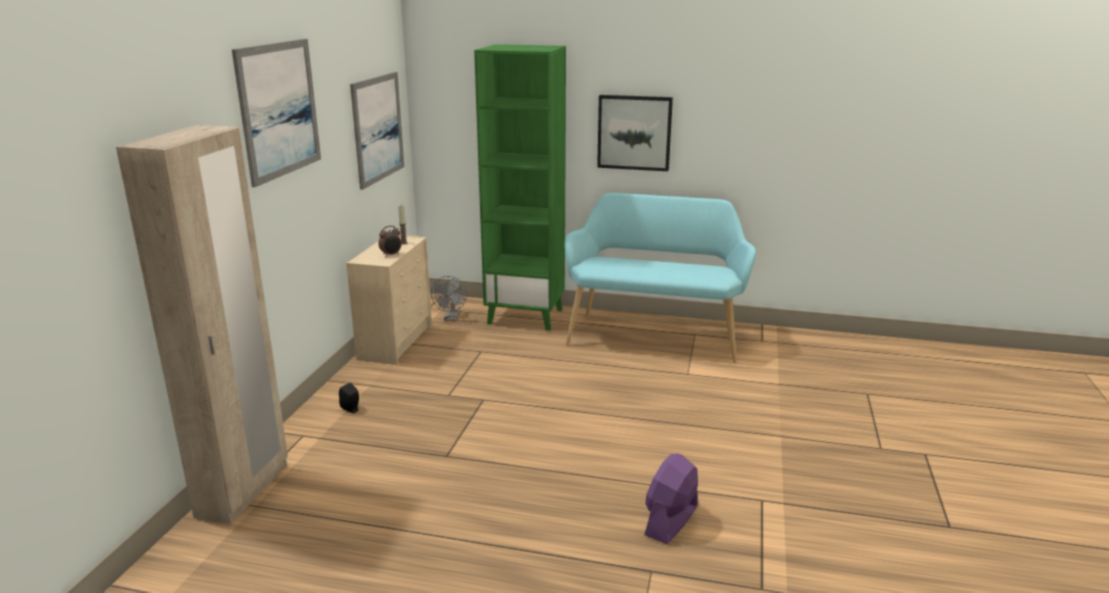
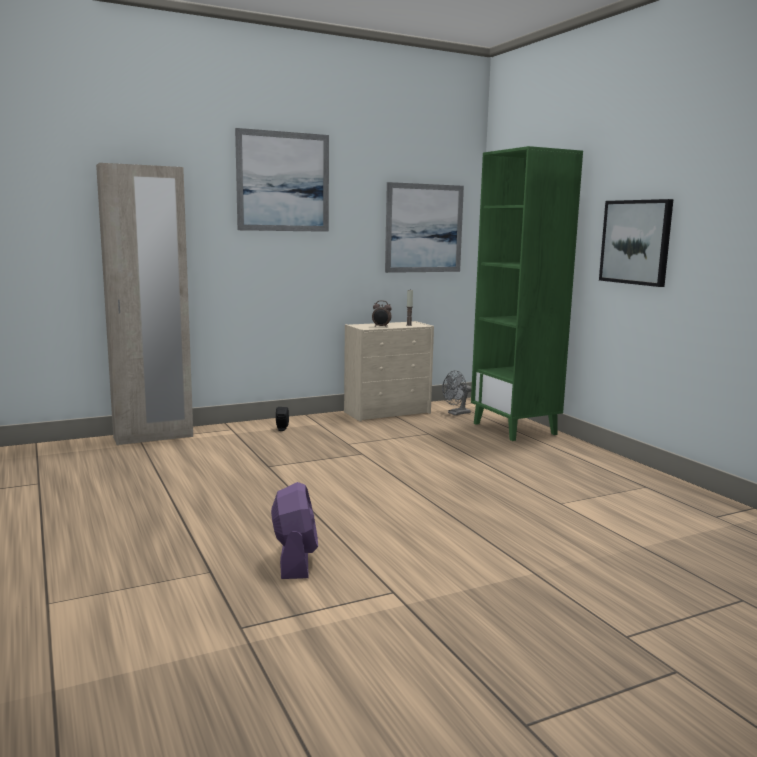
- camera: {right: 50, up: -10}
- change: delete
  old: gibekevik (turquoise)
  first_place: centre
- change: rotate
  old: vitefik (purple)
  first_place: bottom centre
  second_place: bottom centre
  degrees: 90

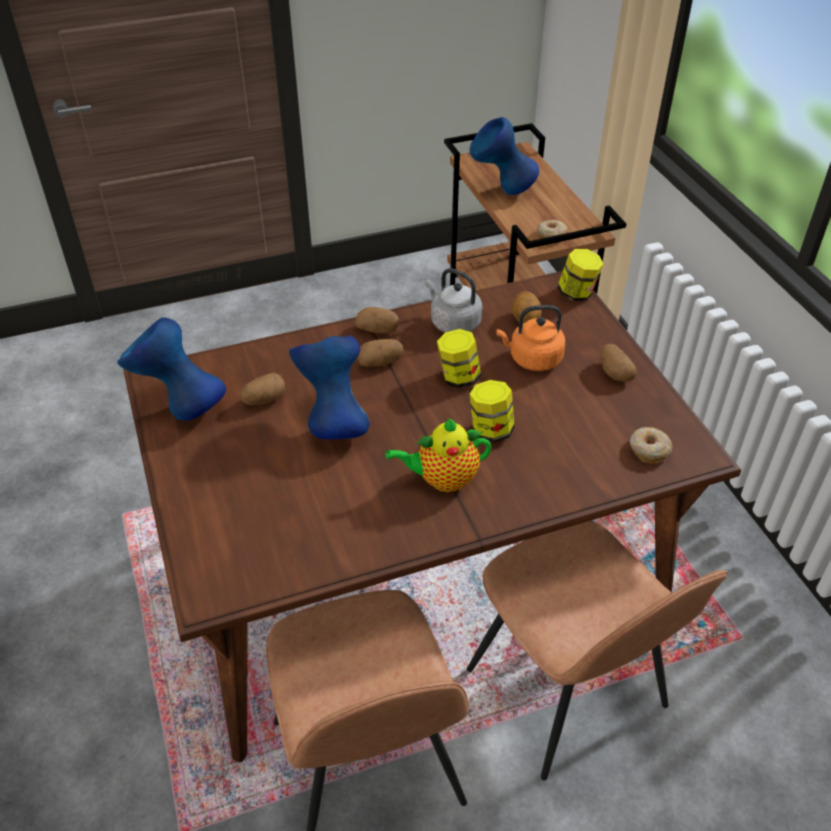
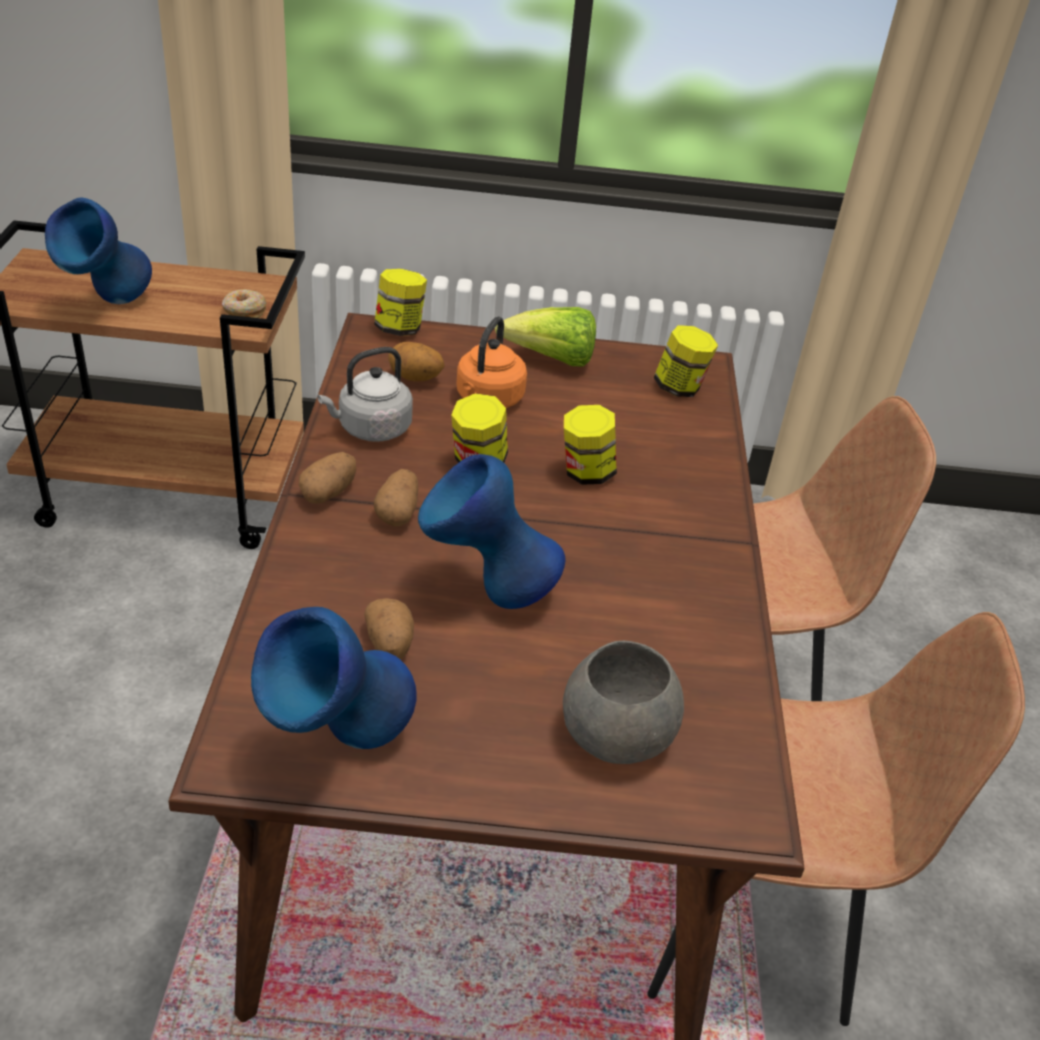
- camera: {right: -70, up: -5}
- change: delete
  old: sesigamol
  first_place: centre
- change: replace
  old: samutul (5th from left)
  new: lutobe
  first_place: middle right
  second_place: top centre
- change: replace
  old: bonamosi (2nd from left)
  new: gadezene (4th from left)
  first_place: middle right
  second_place: centre
- change: insert
  new: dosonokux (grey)
  second_place: bottom centre

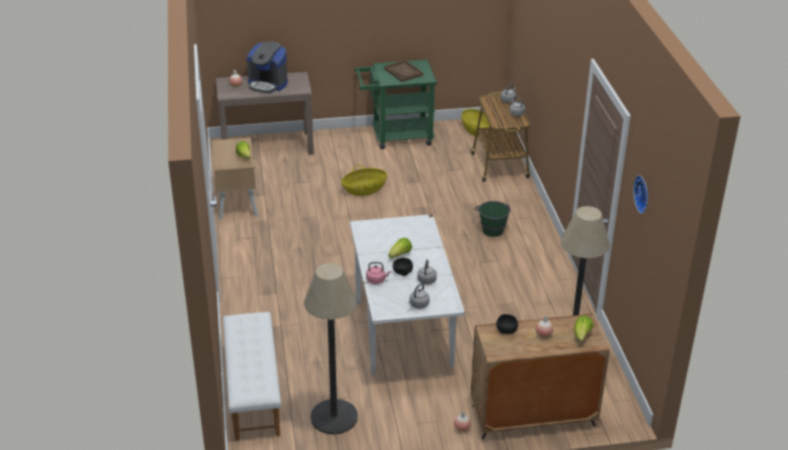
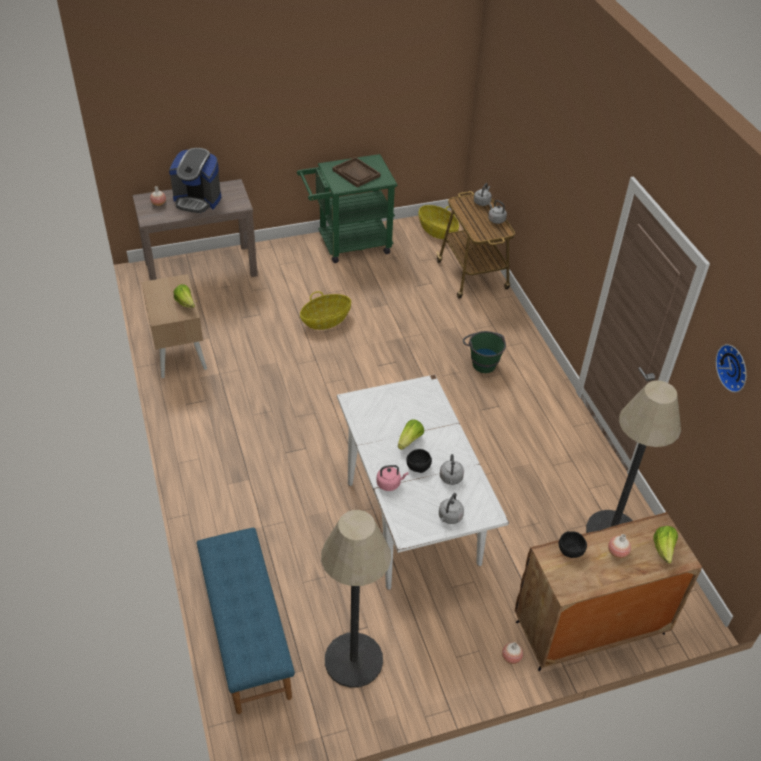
- camera: {right: -10, up: 10}
- change: recolor
  old: gibekevik (white)
  new: gibekevik (blue)
  first_place: bottom left
  second_place: bottom left

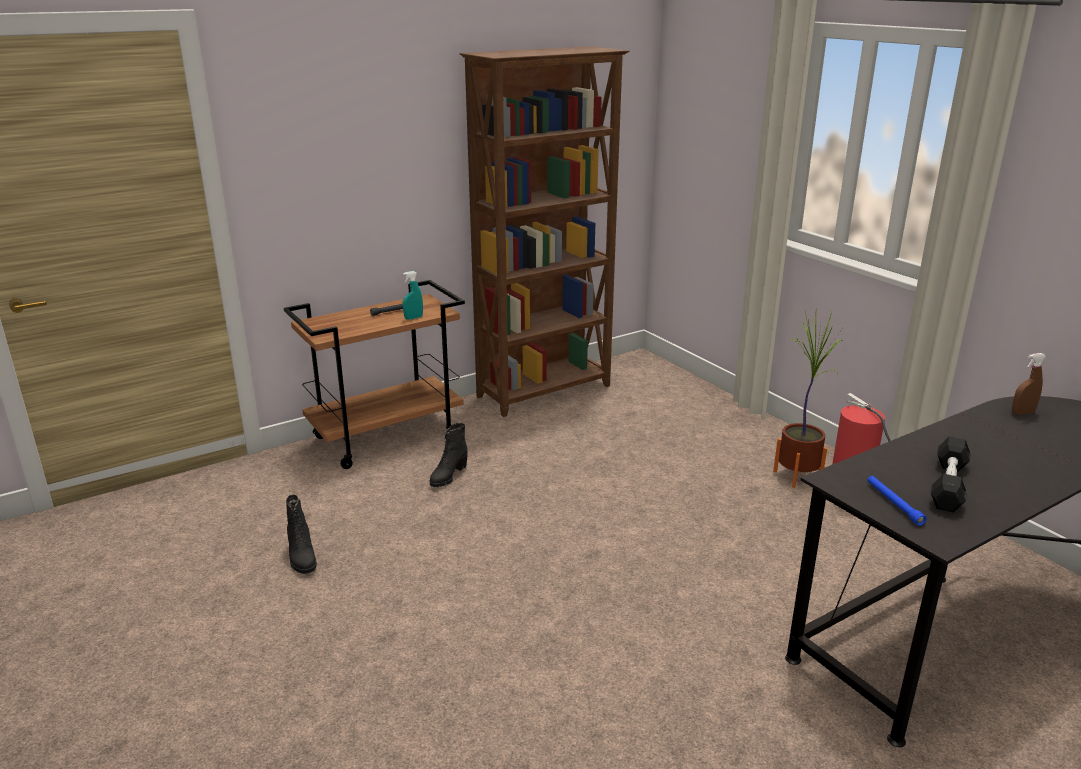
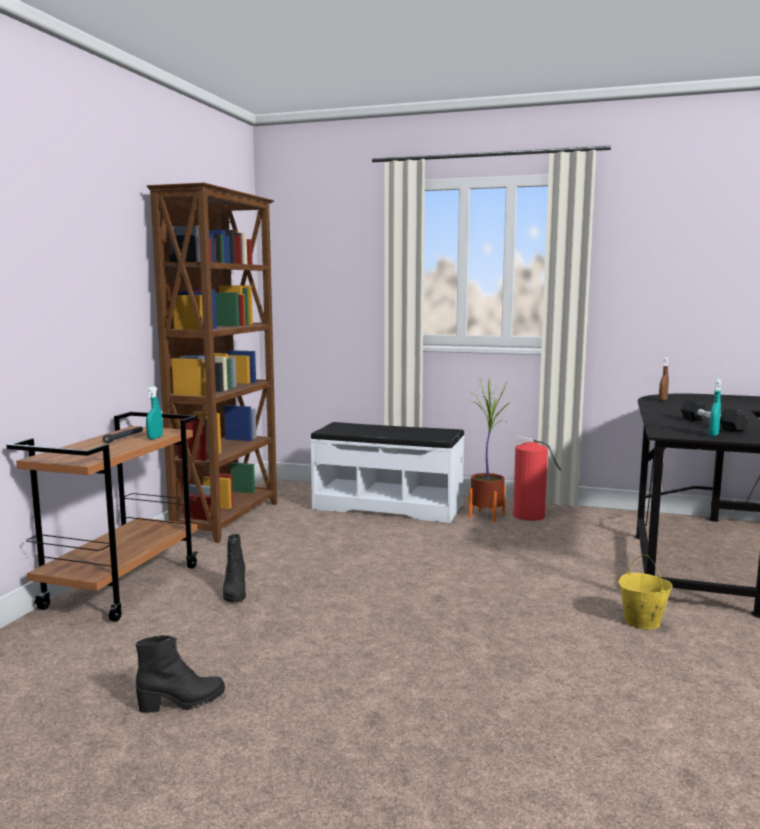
- camera: {right: -40, up: -15}
- change: rotate
  old: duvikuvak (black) (1st from left)
  first_place: bottom left
  second_place: bottom left
  degrees: -45
- change: replace
  old: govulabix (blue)
  new: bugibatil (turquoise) (2nd from left)
  first_place: middle right
  second_place: middle right
- change: insert
  new: gibekevik (white)
  second_place: centre
- change: insert
  new: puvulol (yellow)
  second_place: bottom right

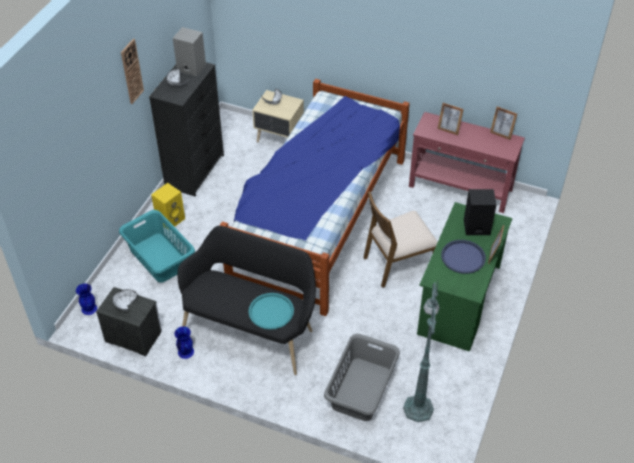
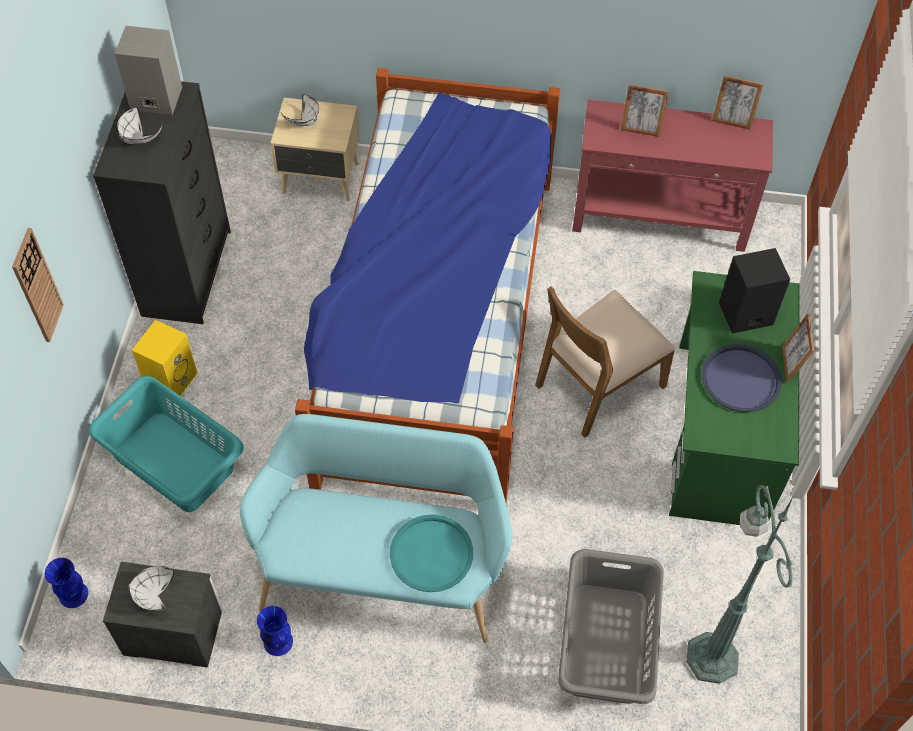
- camera: {right: -15, up: 10}
- change: move
  old: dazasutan
  first_place: top left
  second_place: middle left
- change: recolor
  old: gibekevik (black)
  new: gibekevik (turquoise)
  first_place: centre
  second_place: bottom centre

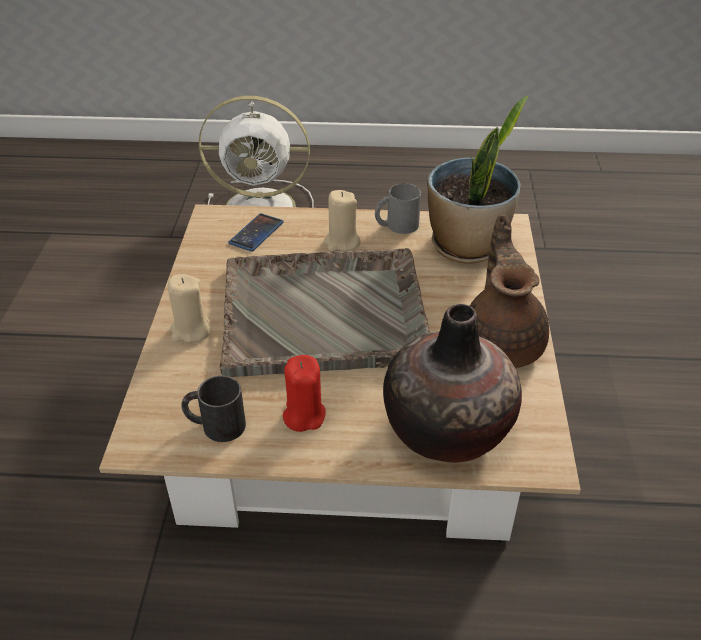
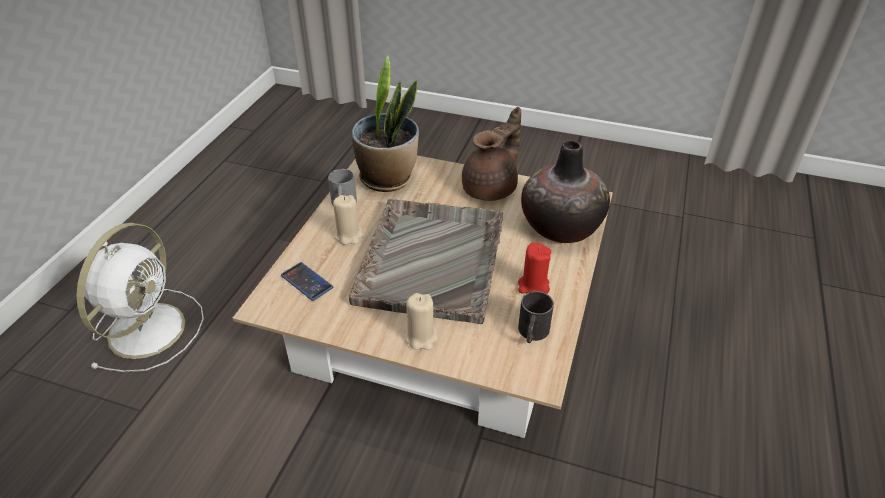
- camera: {right: -75, up: 0}
- change: rotate
  old: sesigamol (brown)
  first_place: middle right
  second_place: top centre
  degrees: 120

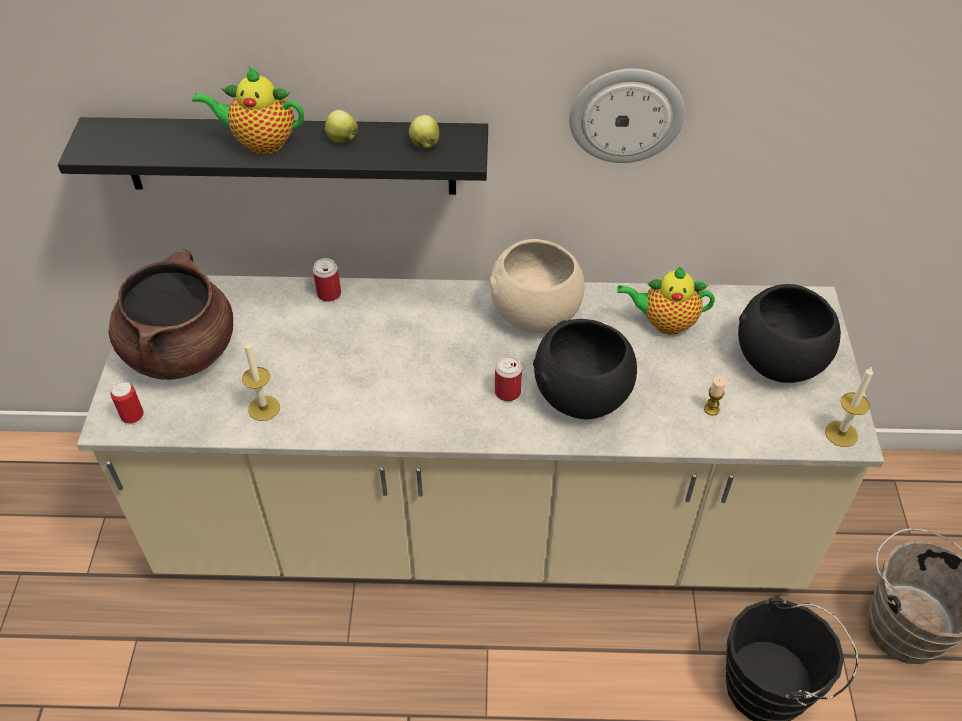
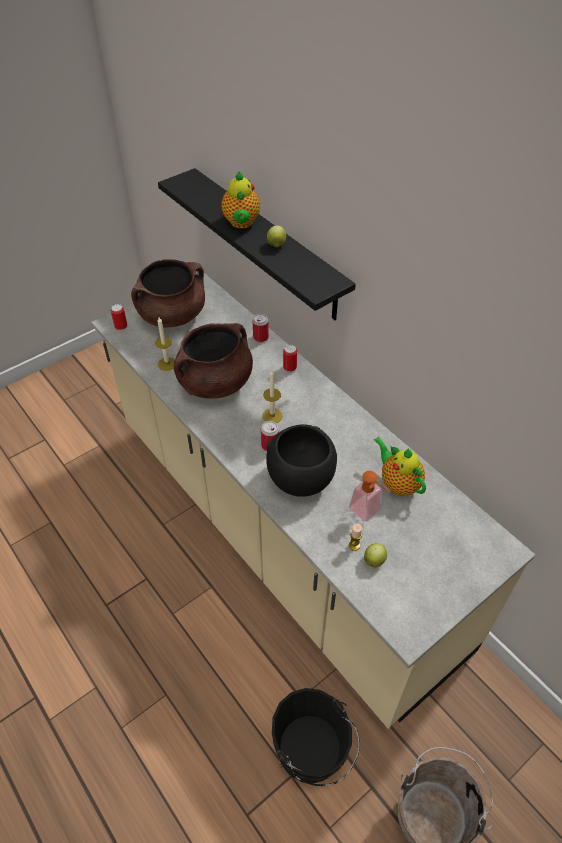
- camera: {right: 50, up: 0}
- change: rotate
  old: sesigamol (1st from left)
  first_place: top left
  second_place: top centre
  degrees: -150
- change: move
  old: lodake (2nd from left)
  first_place: top centre
  second_place: middle right
- change: delete
  old: dosonokux (beige)
  first_place: centre
- change: delete
  old: dazasutan
  first_place: top centre
- change: delete
  old: dosonokux (black) (2nd from left)
  first_place: middle right
- change: move
  old: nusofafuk (3rd from left in the first image)
  new: nusofafuk (2nd from left)
  first_place: middle right
  second_place: centre
- change: insert
  new: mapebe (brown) (2nd from left)
  second_place: centre
- change: insert
  new: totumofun (4th from left)
  second_place: centre
- change: insert
  new: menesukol
  second_place: centre

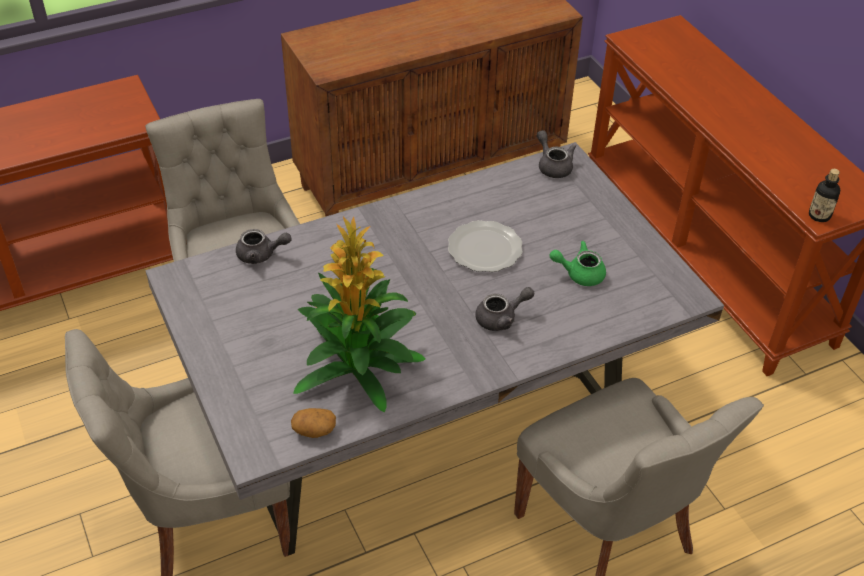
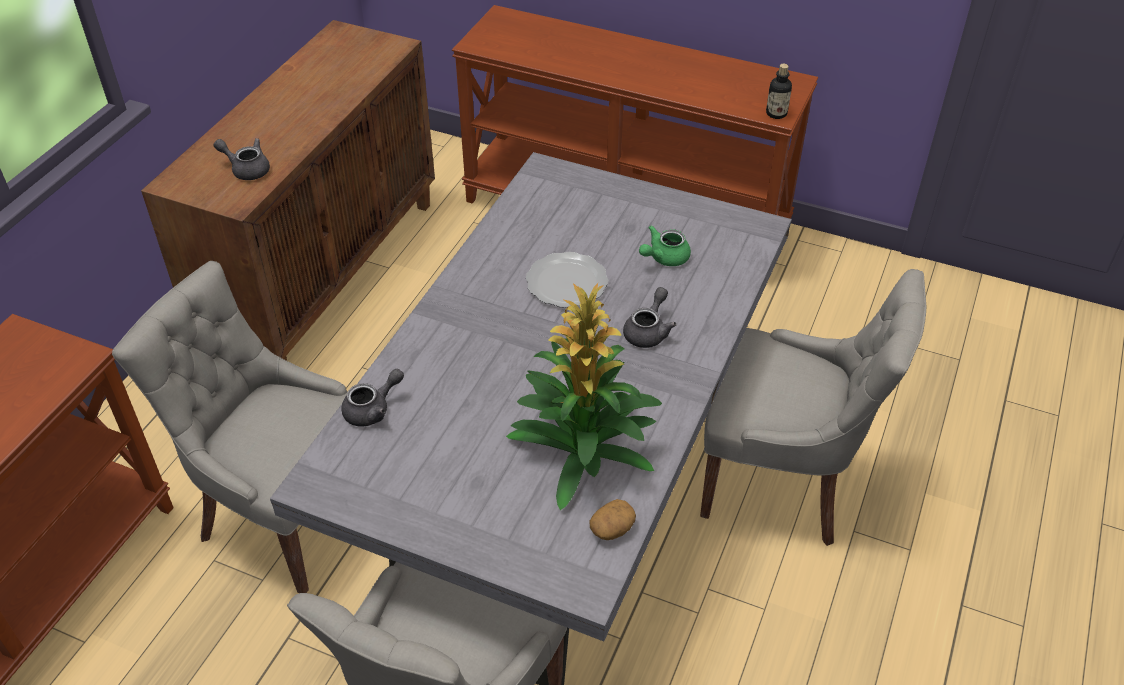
- camera: {right: -40, up: 0}
- change: move
  old: sesigamol (grey) (3rd from left in the first image)
  new: sesigamol (grey) (1st from left)
  first_place: top centre
  second_place: top left

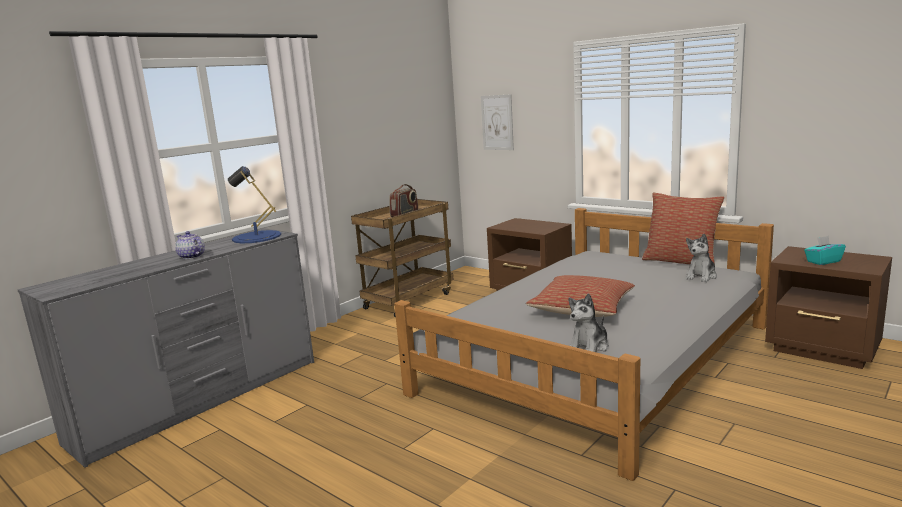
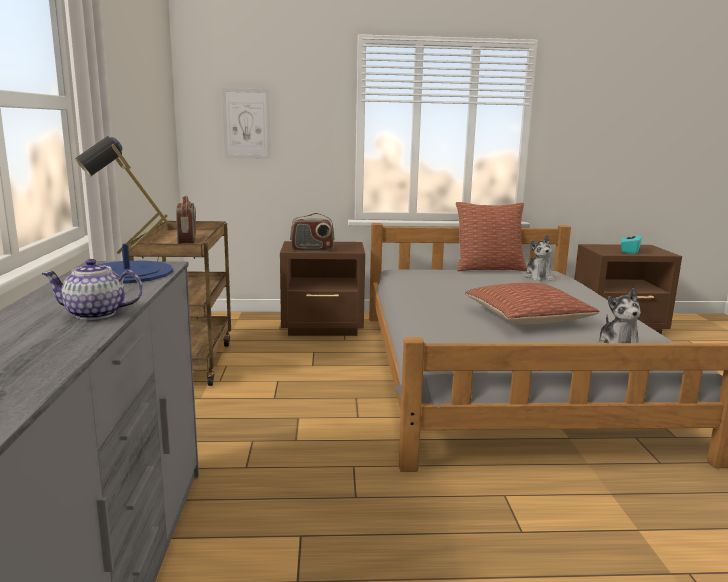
- camera: {right: -45, up: 0}
- change: insert
  new: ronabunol (2nd from left)
  second_place: centre

